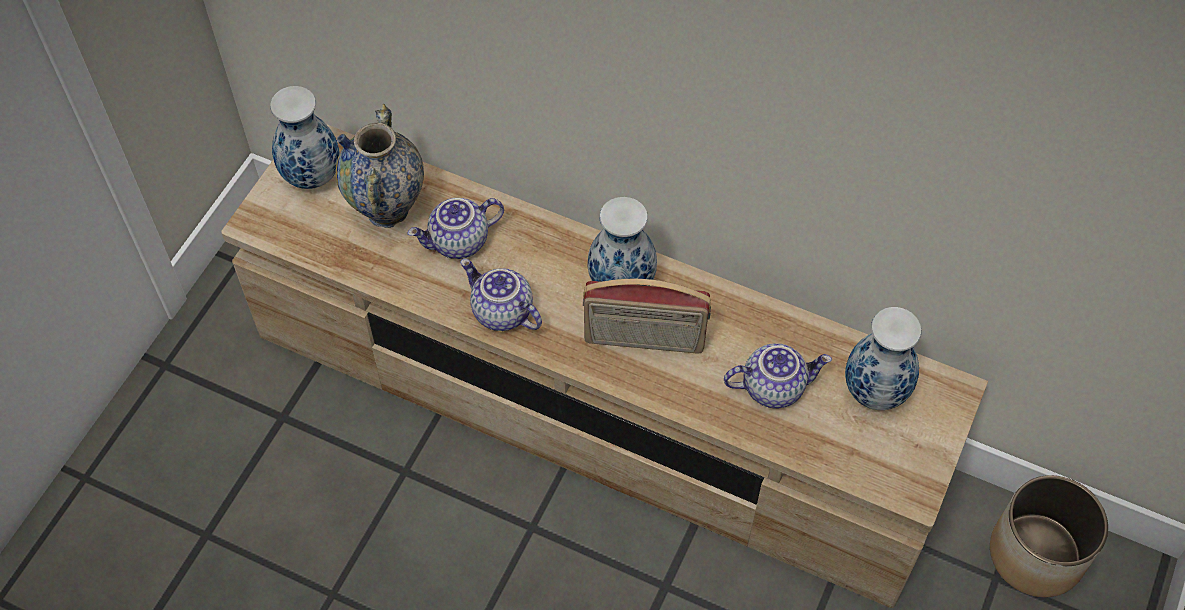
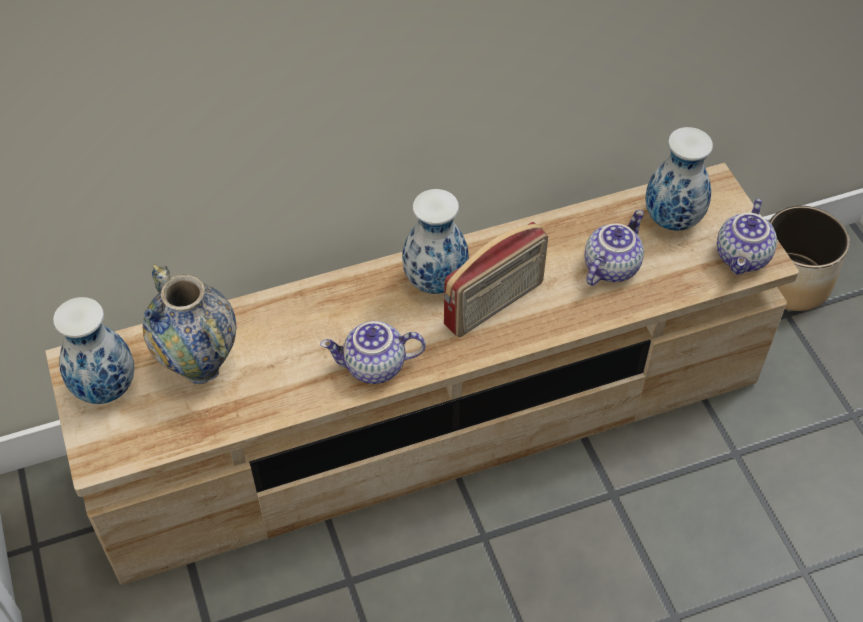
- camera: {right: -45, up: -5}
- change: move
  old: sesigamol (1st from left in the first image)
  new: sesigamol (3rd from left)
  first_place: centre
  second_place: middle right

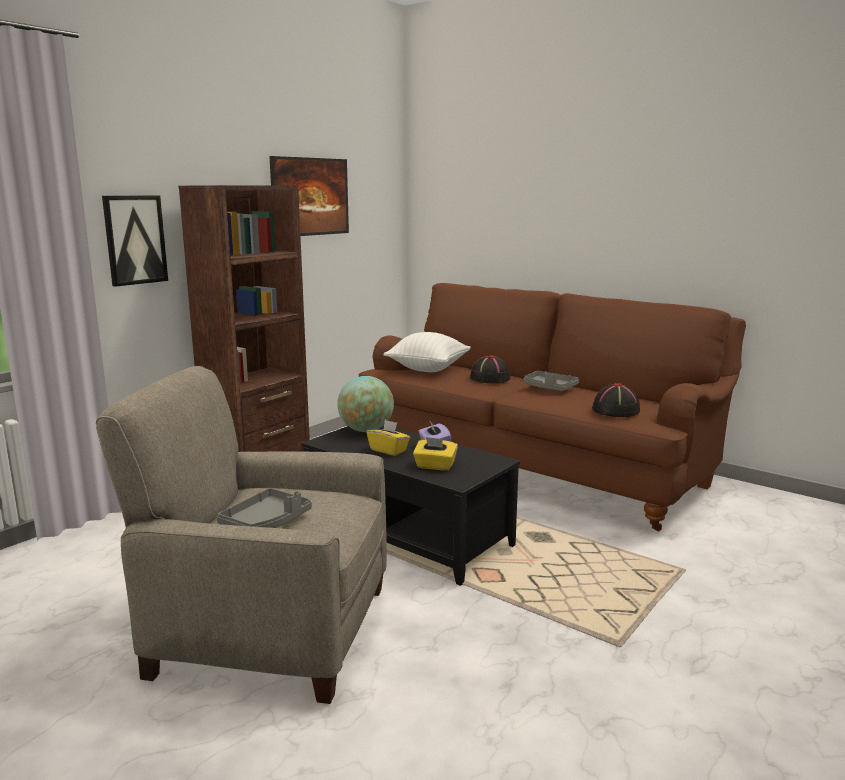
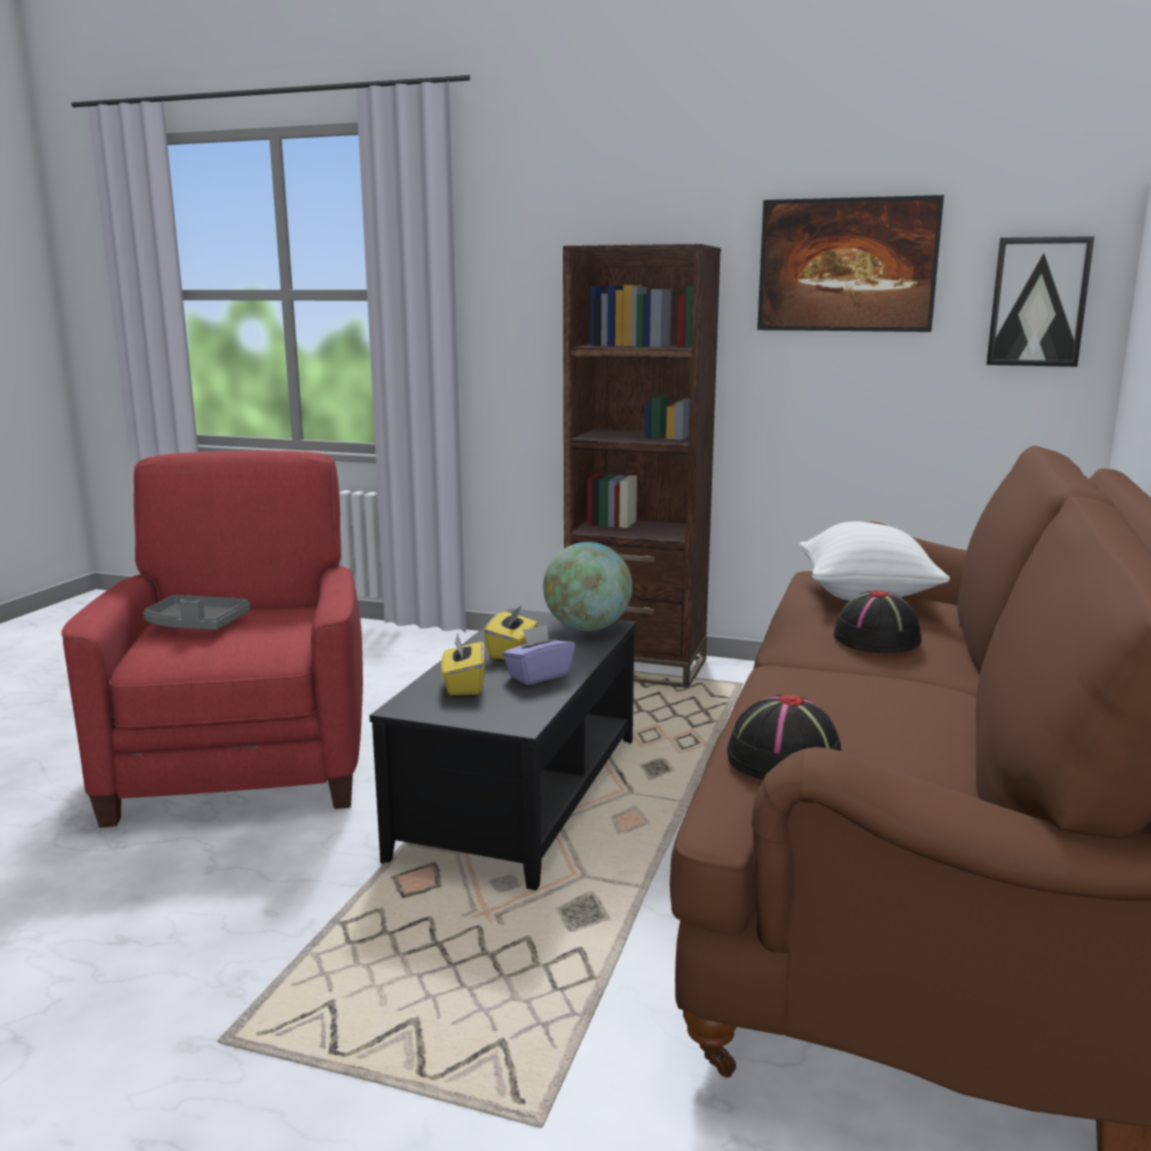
- camera: {right: 70, up: 0}
- change: recolor
  old: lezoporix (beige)
  new: lezoporix (red)
  first_place: bottom left
  second_place: middle left
- change: move
  old: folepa (1st from left in the first image)
  new: folepa (2nd from left)
  first_place: top left
  second_place: top right
- change: delete
  old: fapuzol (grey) (2nd from left)
  first_place: centre

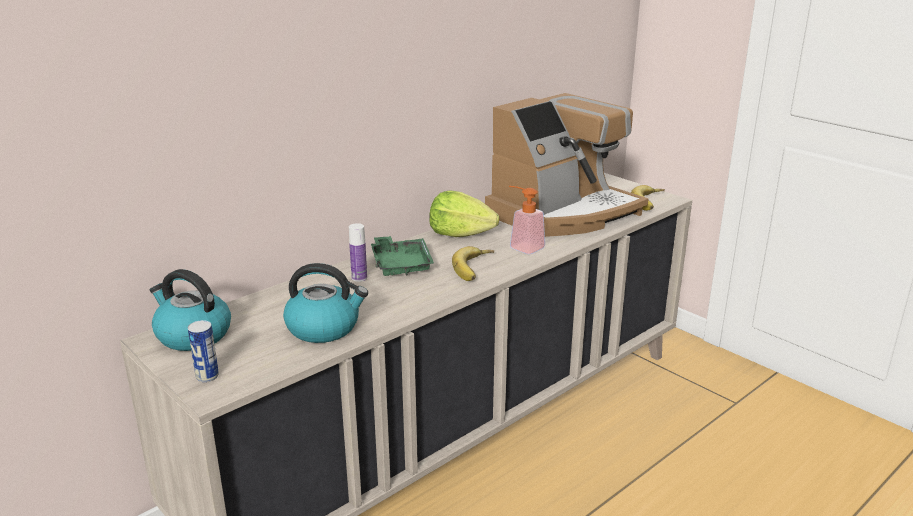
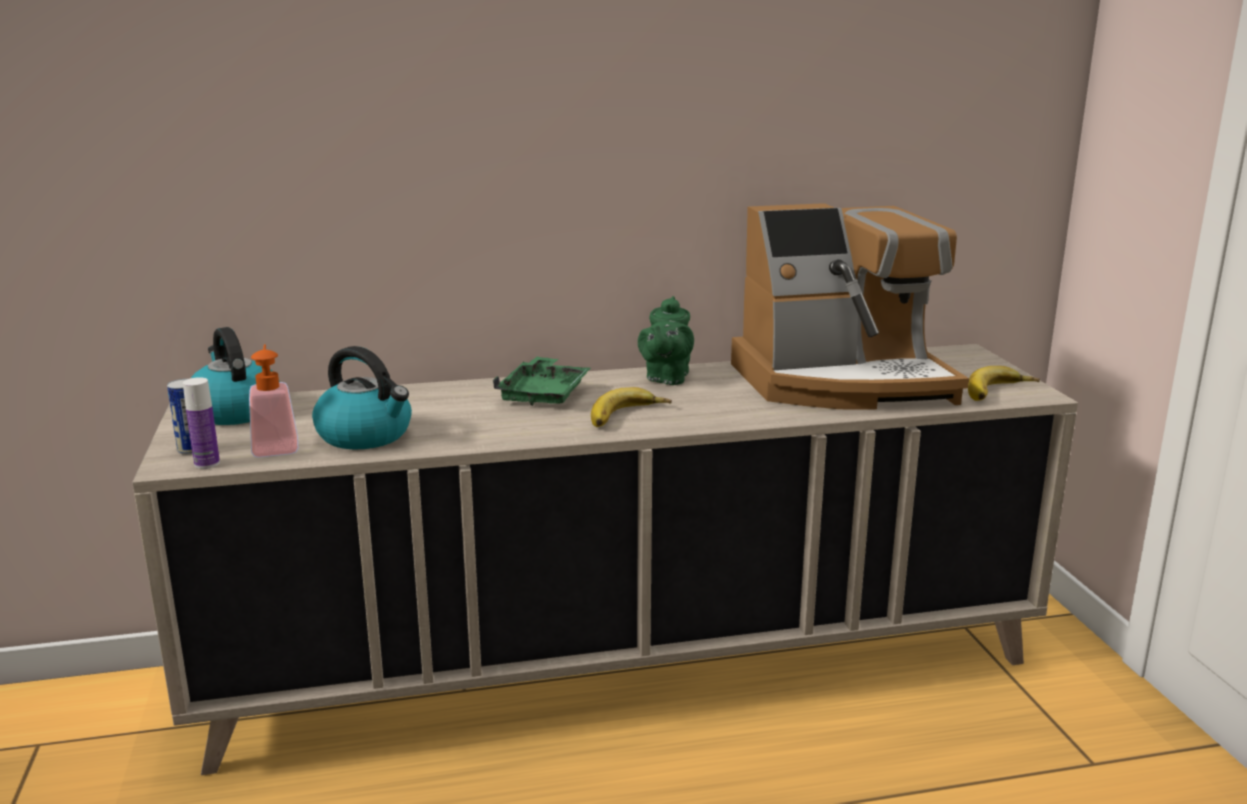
- camera: {right: 30, up: -5}
- change: move
  old: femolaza
  first_place: centre
  second_place: middle left
- change: replace
  old: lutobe
  new: sesigamol (green)
  first_place: centre
  second_place: centre
- change: move
  old: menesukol
  first_place: centre
  second_place: middle left

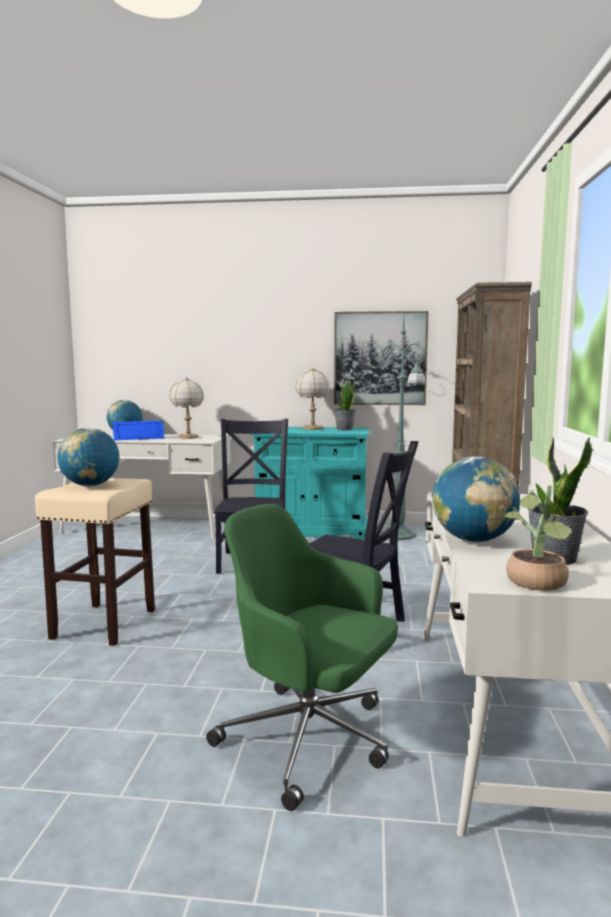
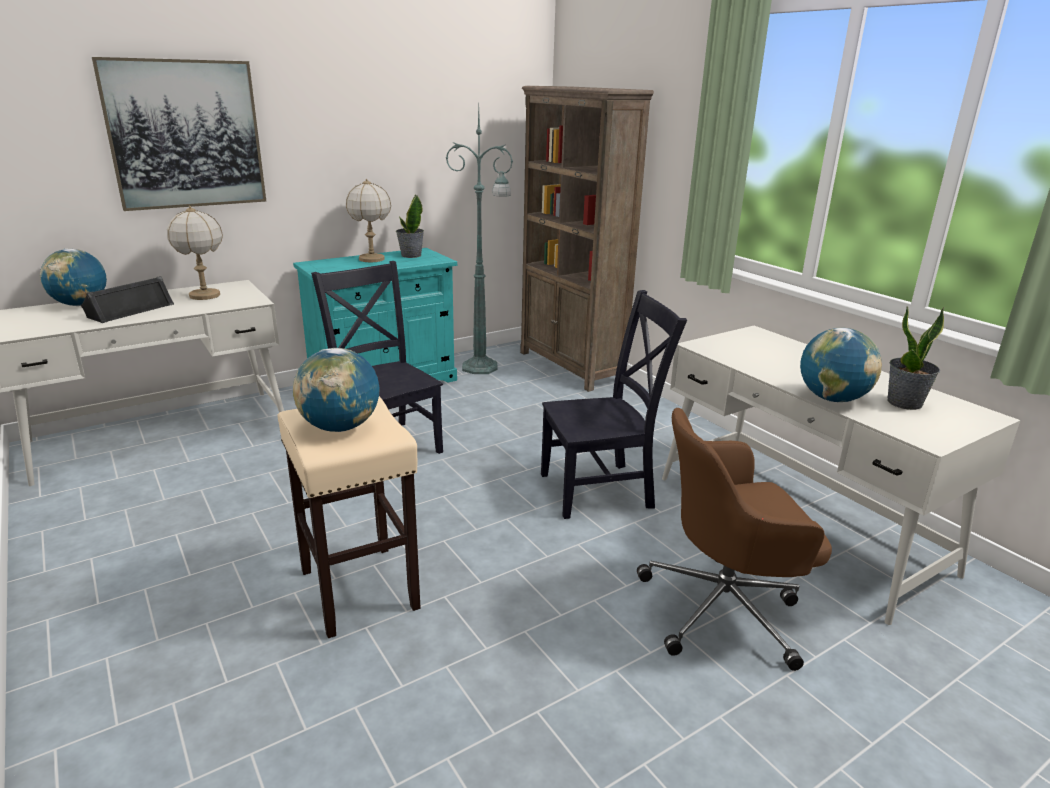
- camera: {right: -40, up: 15}
- change: recolor
  old: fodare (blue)
  new: fodare (black)
  first_place: middle left
  second_place: middle left
- change: recolor
  old: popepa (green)
  new: popepa (brown)
  first_place: bottom centre
  second_place: bottom right
- change: move
  old: folepa
  first_place: centre
  second_place: top left
- change: delete
  old: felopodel (2nd from left)
  first_place: middle right

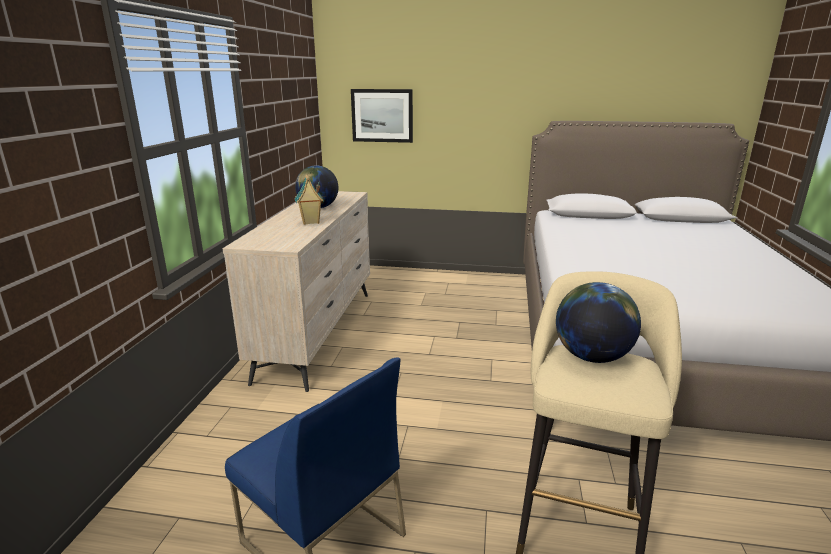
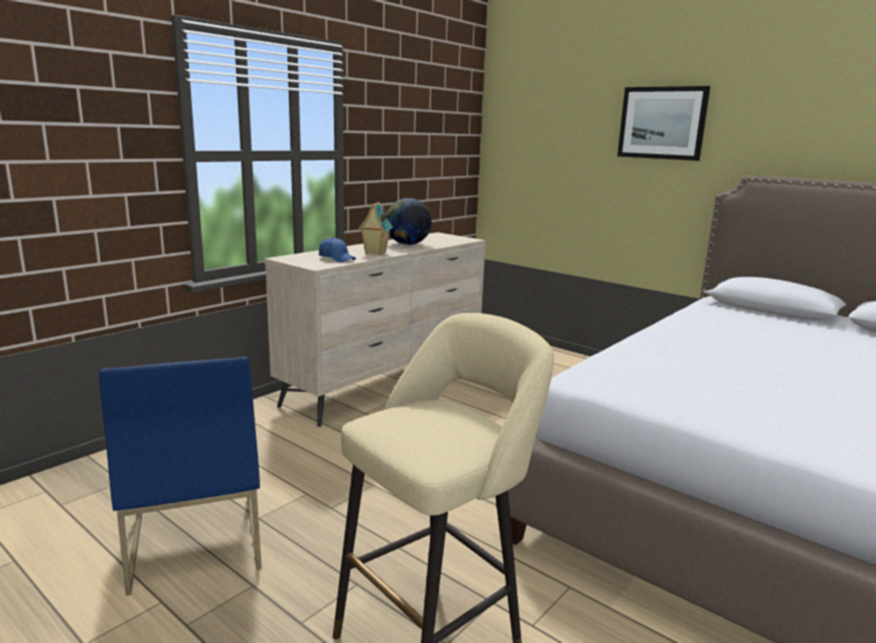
- camera: {right: 30, up: -5}
- change: move
  old: folepa
  first_place: top centre
  second_place: top right
- change: delete
  old: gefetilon (2nd from left)
  first_place: middle right
- change: insert
  new: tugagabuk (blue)
  second_place: centre

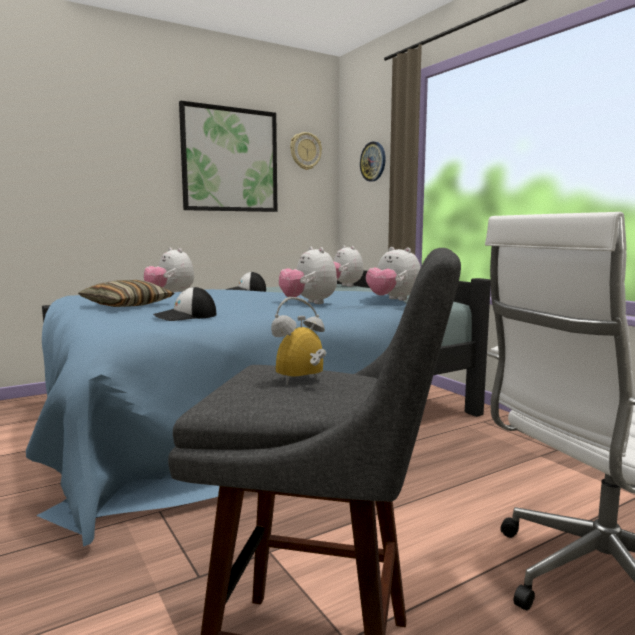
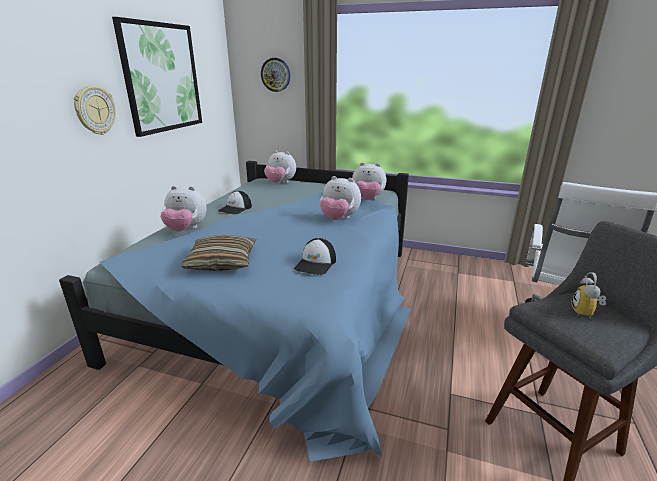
- camera: {right: -40, up: 15}
- change: move
  old: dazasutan (1st from left)
  first_place: top centre
  second_place: top left

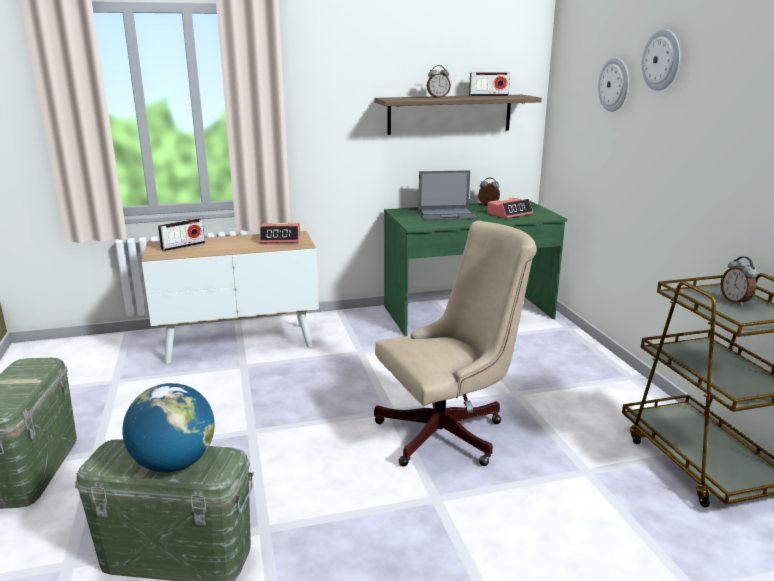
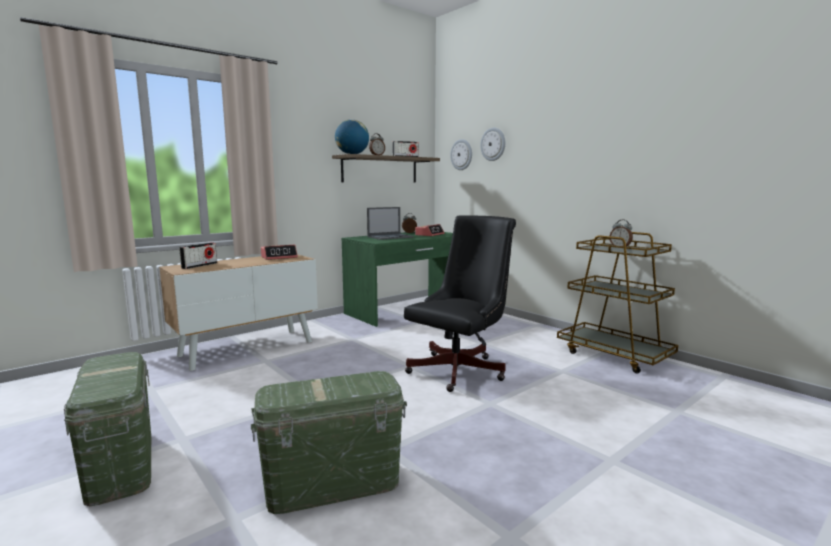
- camera: {right: -25, up: -10}
- change: move
  old: gefetilon
  first_place: bottom left
  second_place: top centre
- change: recolor
  old: popepa (beige)
  new: popepa (black)
  first_place: centre
  second_place: centre
- change: move
  old: dazasutan (2nd from left in the first image)
  new: dazasutan (1st from left)
  first_place: top right
  second_place: top centre

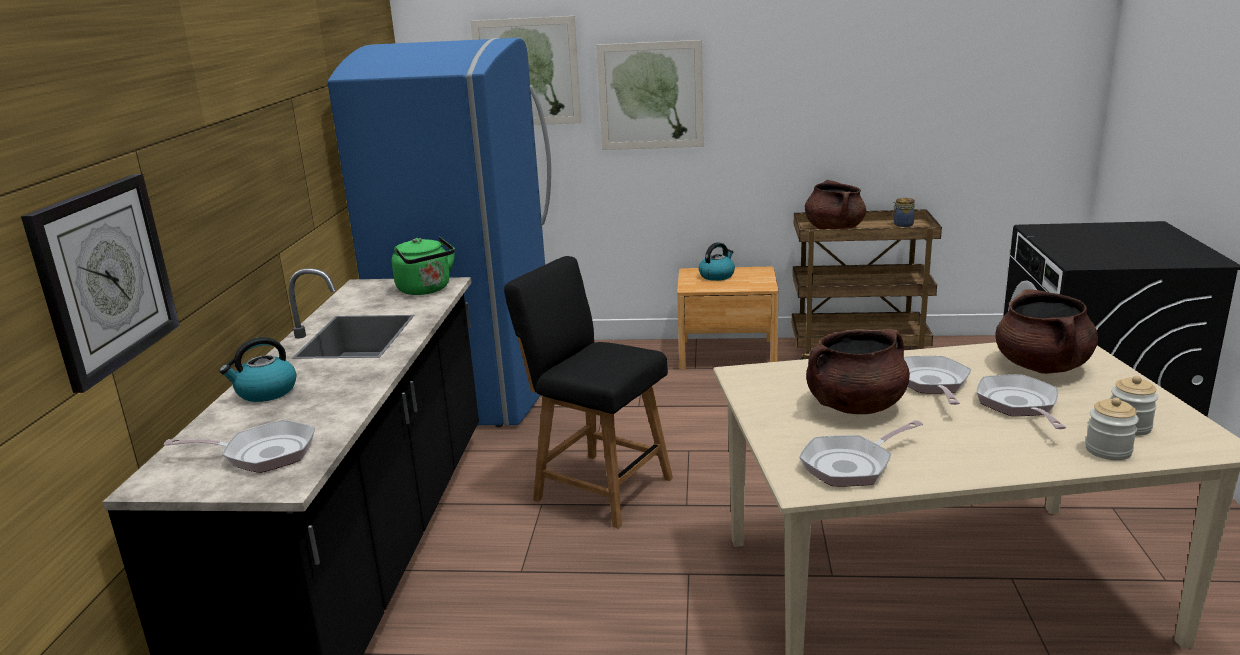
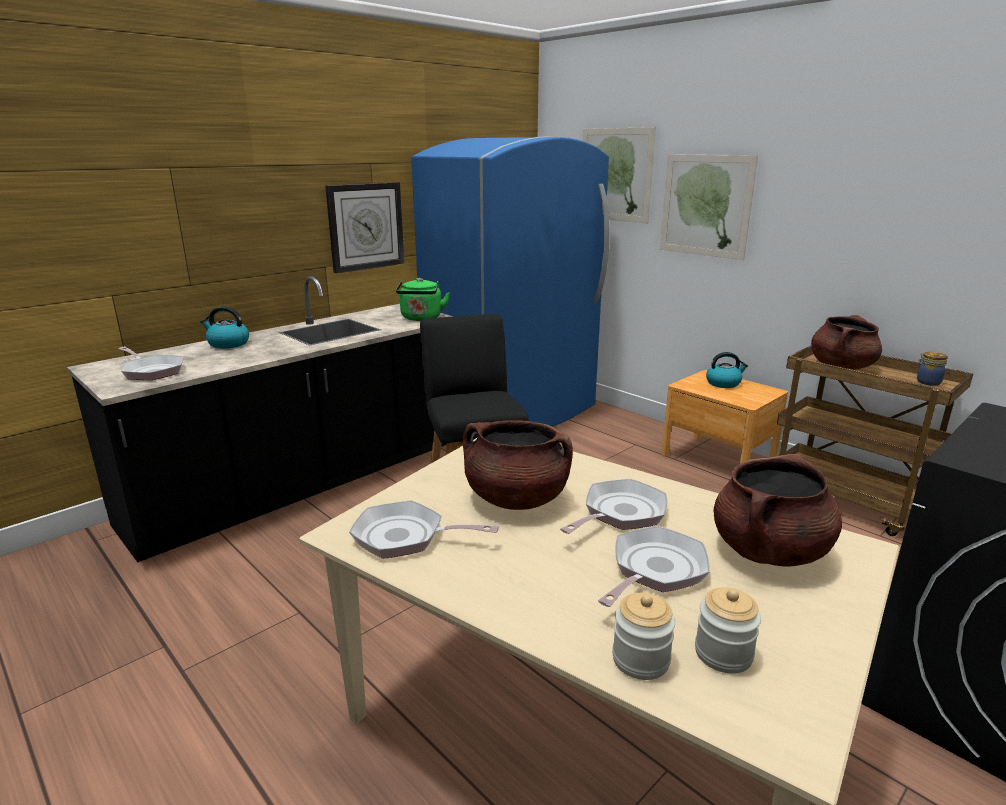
- camera: {right: 40, up: 0}
- change: move
  old: dazasutan
  first_place: middle left
  second_place: top centre

